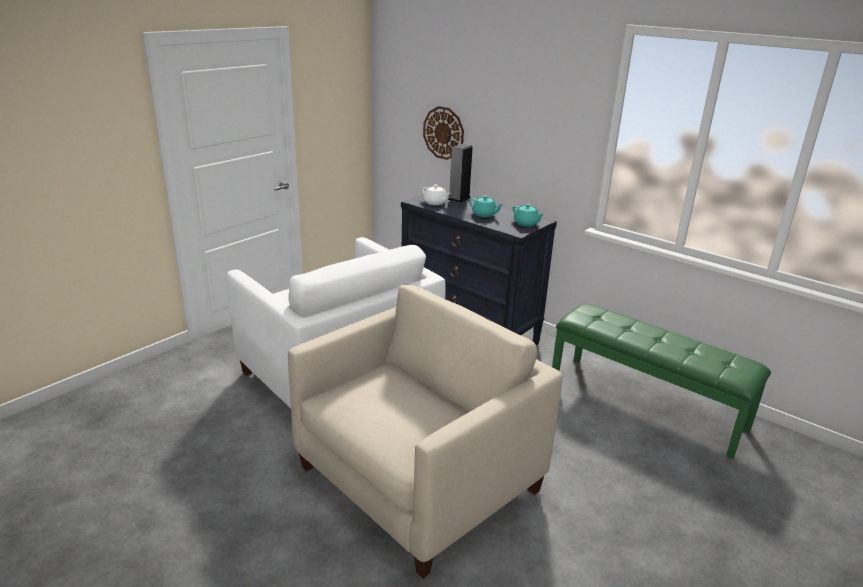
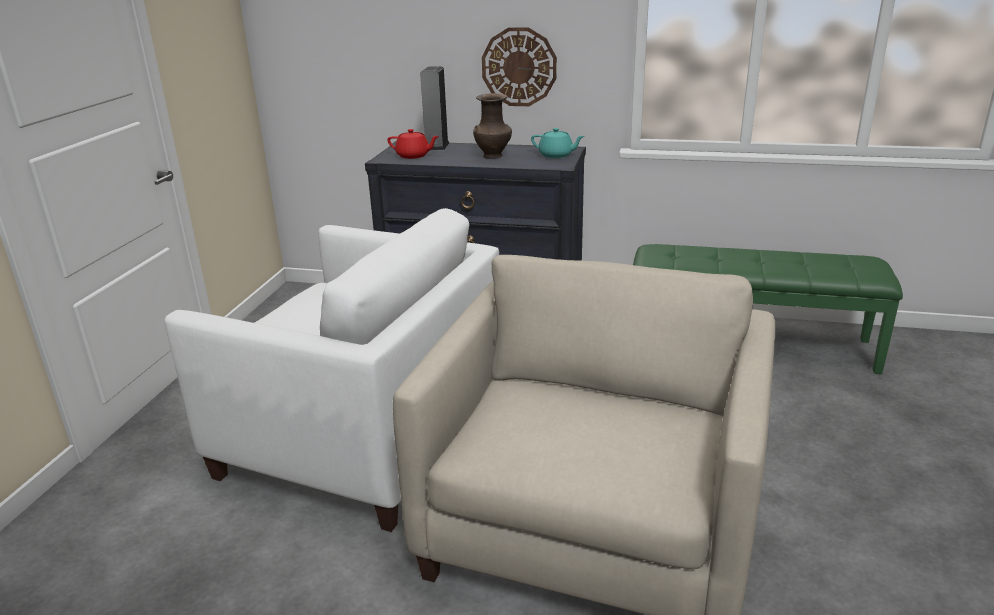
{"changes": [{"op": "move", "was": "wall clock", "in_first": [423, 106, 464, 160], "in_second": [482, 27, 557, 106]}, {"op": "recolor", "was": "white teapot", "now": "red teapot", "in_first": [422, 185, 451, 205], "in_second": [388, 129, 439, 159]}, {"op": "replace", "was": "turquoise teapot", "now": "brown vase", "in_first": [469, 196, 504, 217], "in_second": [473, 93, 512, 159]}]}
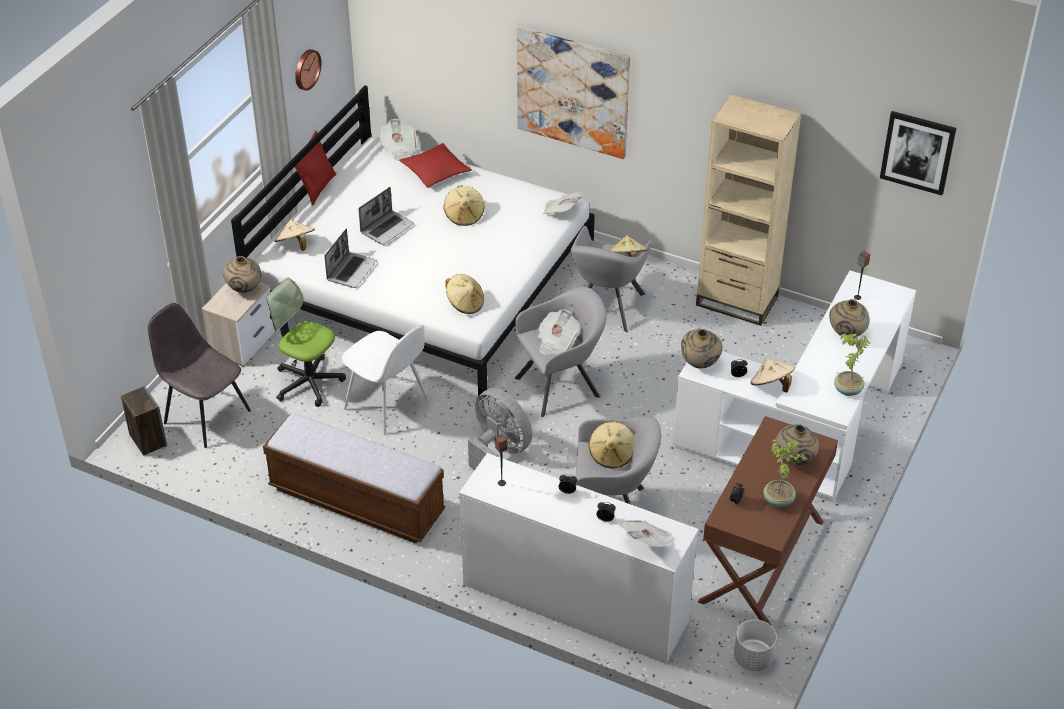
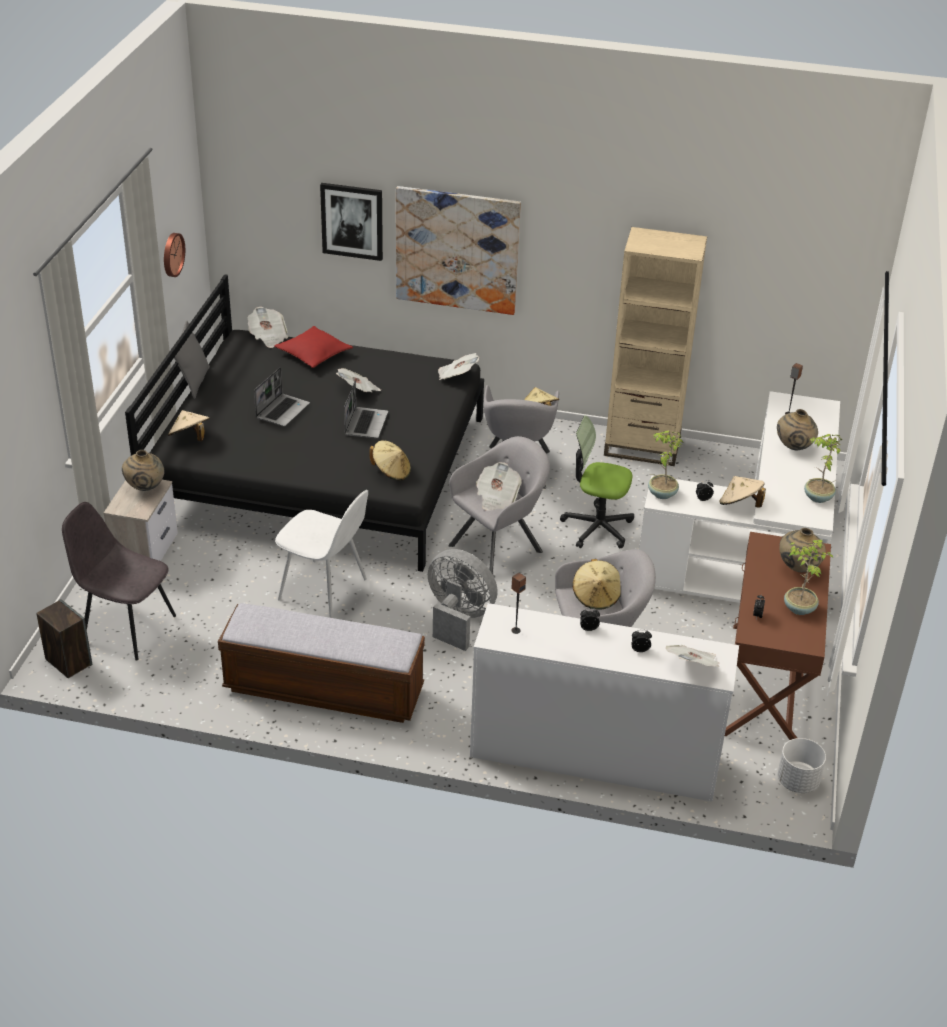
{"changes": [{"op": "recolor", "was": "white bed", "now": "black bed", "in_first": [231, 85, 595, 398], "in_second": [125, 274, 484, 572]}, {"op": "move", "was": "picture", "in_first": [880, 111, 956, 195], "in_second": [320, 183, 383, 261]}, {"op": "recolor", "was": "red pillow", "now": "grey pillow", "in_first": [295, 131, 336, 206], "in_second": [174, 321, 210, 399]}, {"op": "replace", "was": "beige hat", "now": "newspaper", "in_first": [443, 185, 484, 226], "in_second": [336, 368, 381, 393]}, {"op": "move", "was": "laptop", "in_first": [324, 228, 377, 288], "in_second": [344, 381, 388, 438]}, {"op": "move", "was": "office chair", "in_first": [267, 278, 346, 407], "in_second": [560, 416, 634, 548]}, {"op": "replace", "was": "beige vase", "now": "potted plant", "in_first": [681, 329, 722, 368], "in_second": [648, 430, 684, 499]}]}
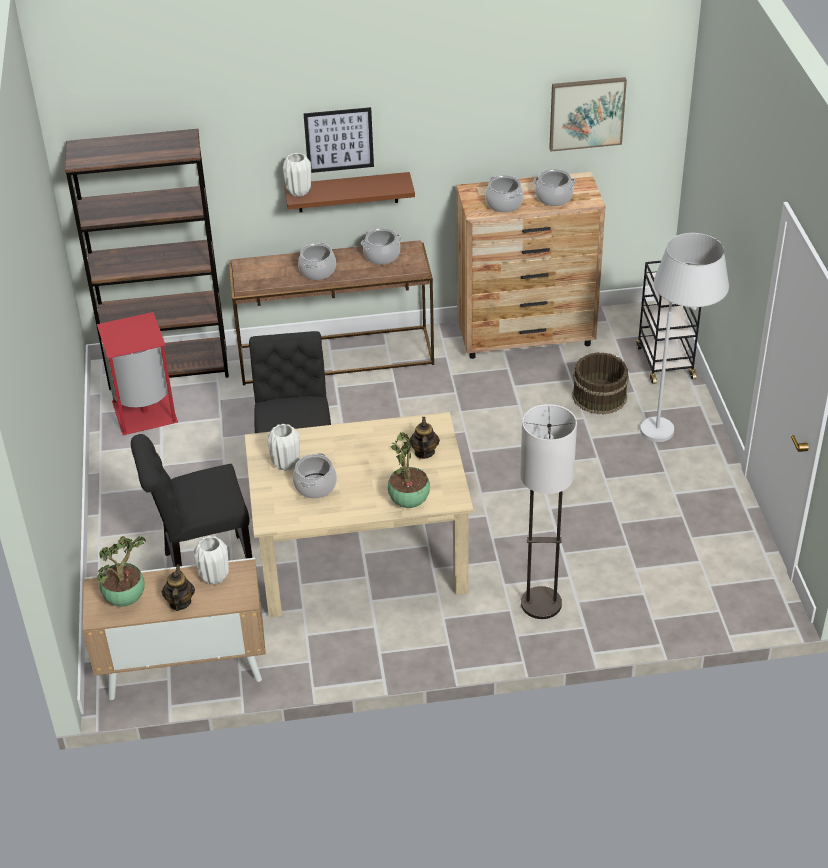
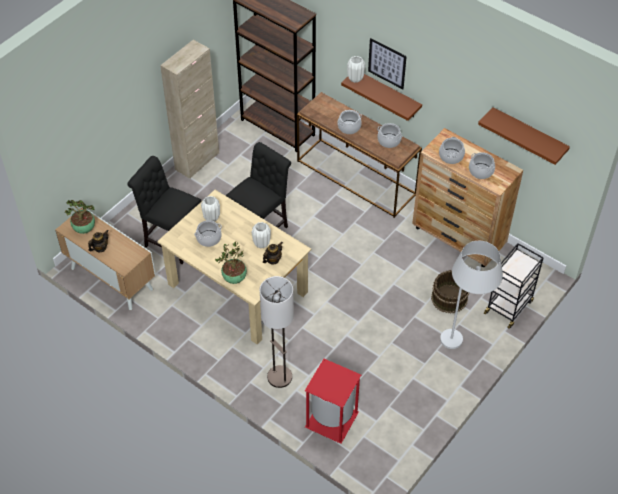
{"changes": [{"op": "replace", "was": "picture", "now": "brown shelf", "in_first": [549, 77, 627, 151], "in_second": [478, 107, 570, 165]}, {"op": "move", "was": "red trash can", "in_first": [97, 312, 178, 435], "in_second": [305, 359, 361, 444]}, {"op": "move", "was": "white vase", "in_first": [194, 536, 229, 585], "in_second": [252, 222, 271, 248]}, {"op": "insert", "now": "beige cabinet", "in_second": [160, 40, 219, 179]}]}
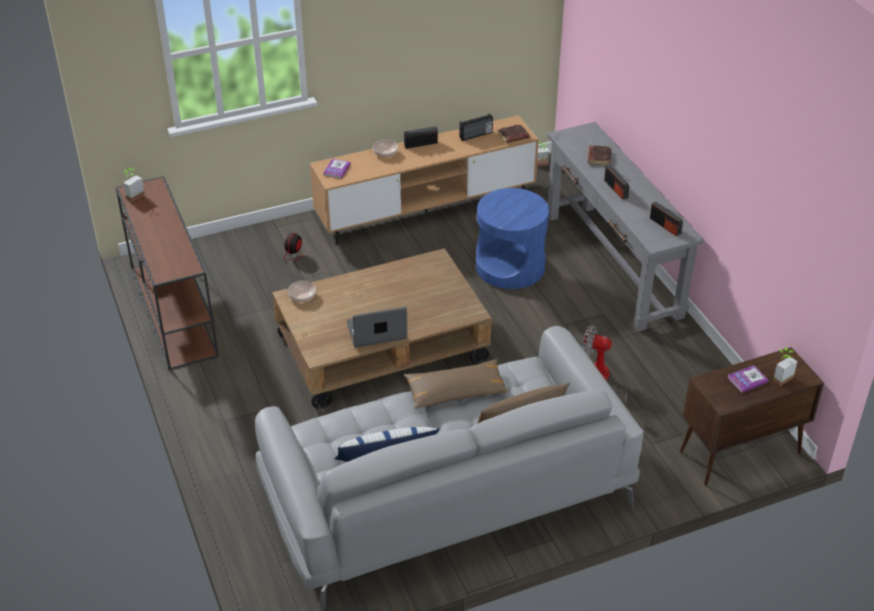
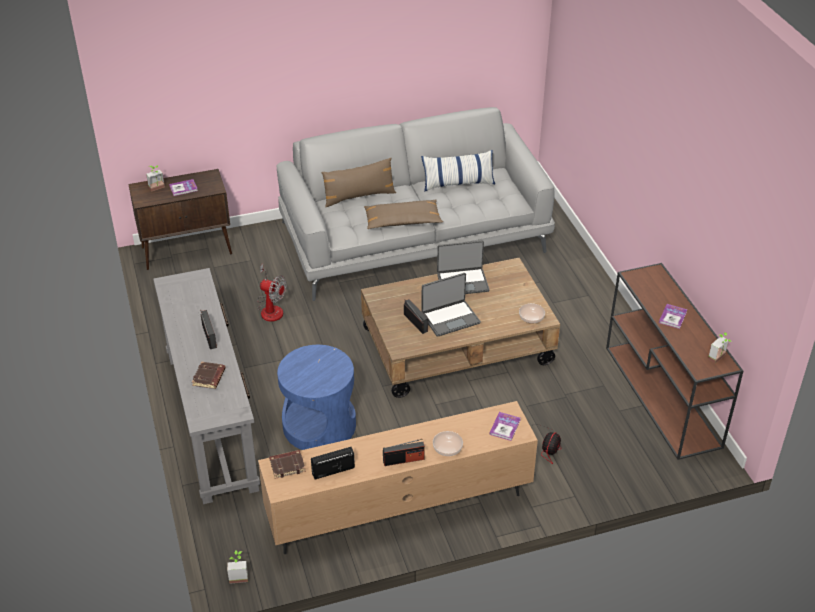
{"changes": [{"op": "move", "was": "radio", "in_first": [650, 202, 683, 236], "in_second": [404, 299, 428, 334]}, {"op": "insert", "now": "laptop", "in_second": [421, 273, 481, 337]}, {"op": "insert", "now": "book", "in_second": [659, 304, 688, 329]}]}
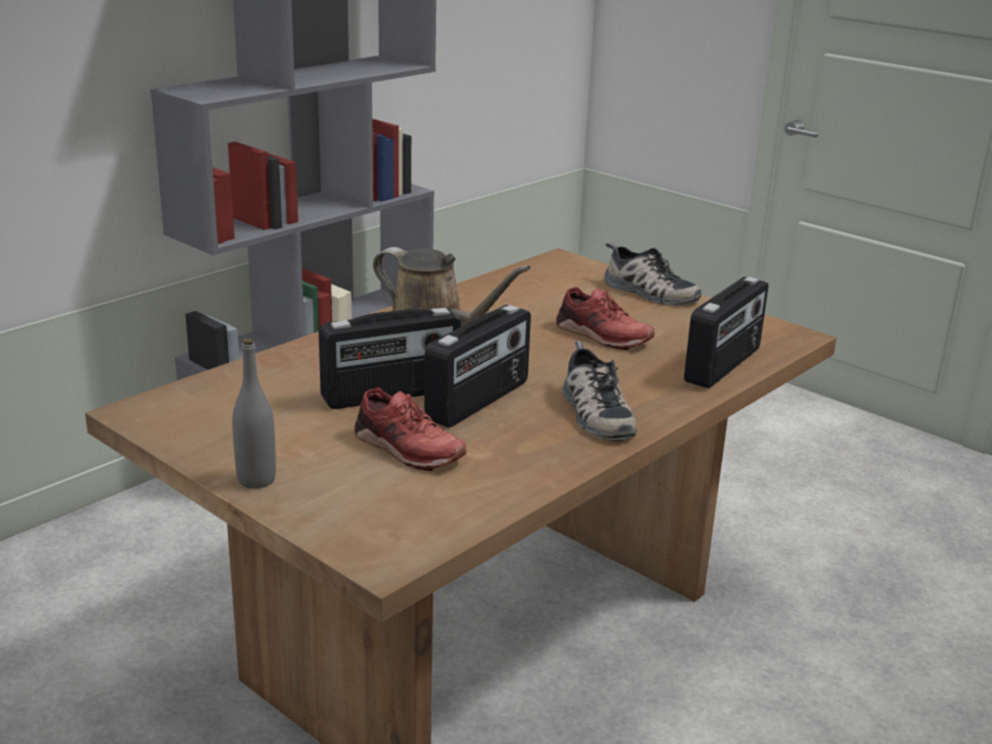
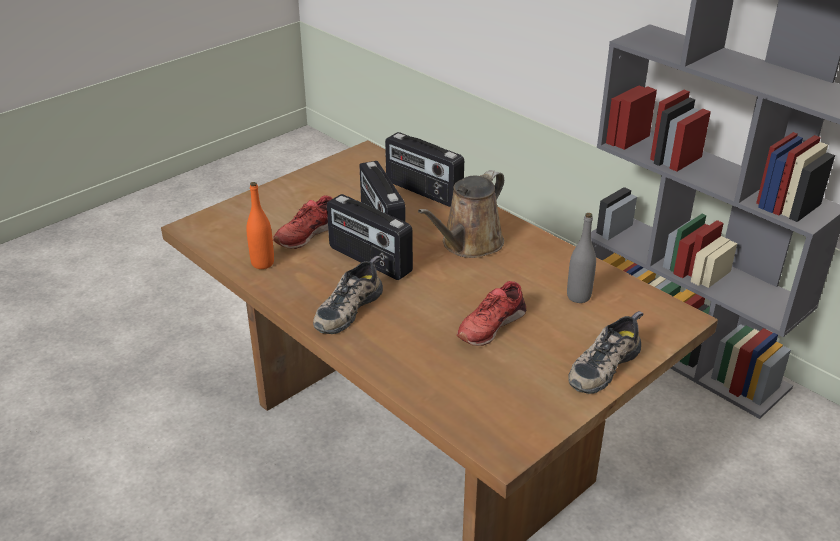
{"changes": [{"op": "move", "was": "radio", "in_first": [684, 277, 768, 388], "in_second": [385, 132, 464, 207]}, {"op": "move", "was": "grey bottle", "in_first": [232, 338, 276, 489], "in_second": [567, 213, 596, 303]}, {"op": "rotate", "was": "shoe", "in_first": [563, 341, 637, 441], "in_second": [313, 256, 383, 334], "clockwise": -45}, {"op": "insert", "now": "orange bottle", "in_second": [246, 182, 274, 269]}]}
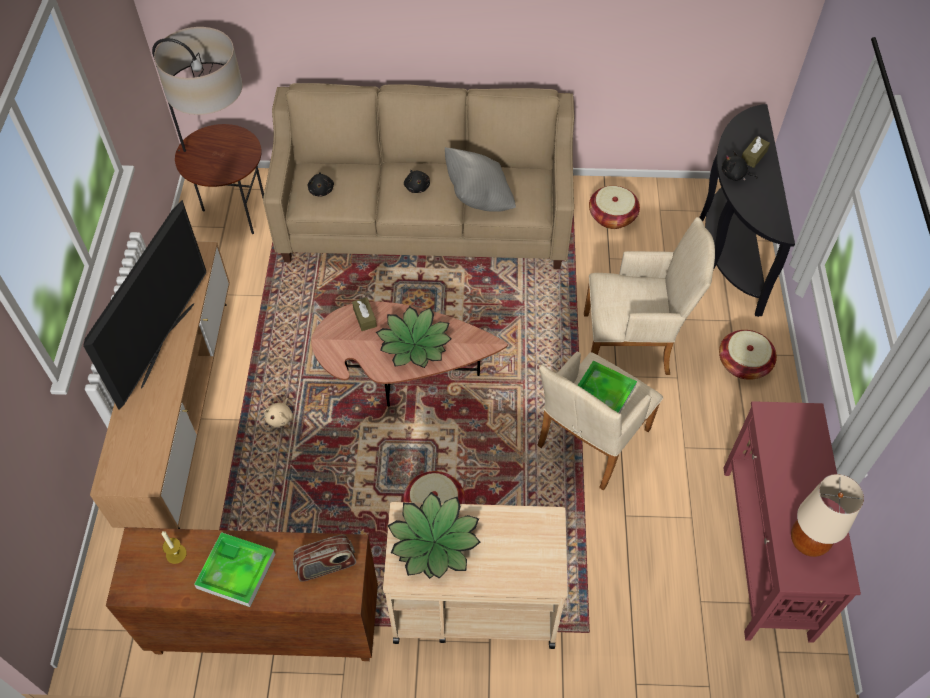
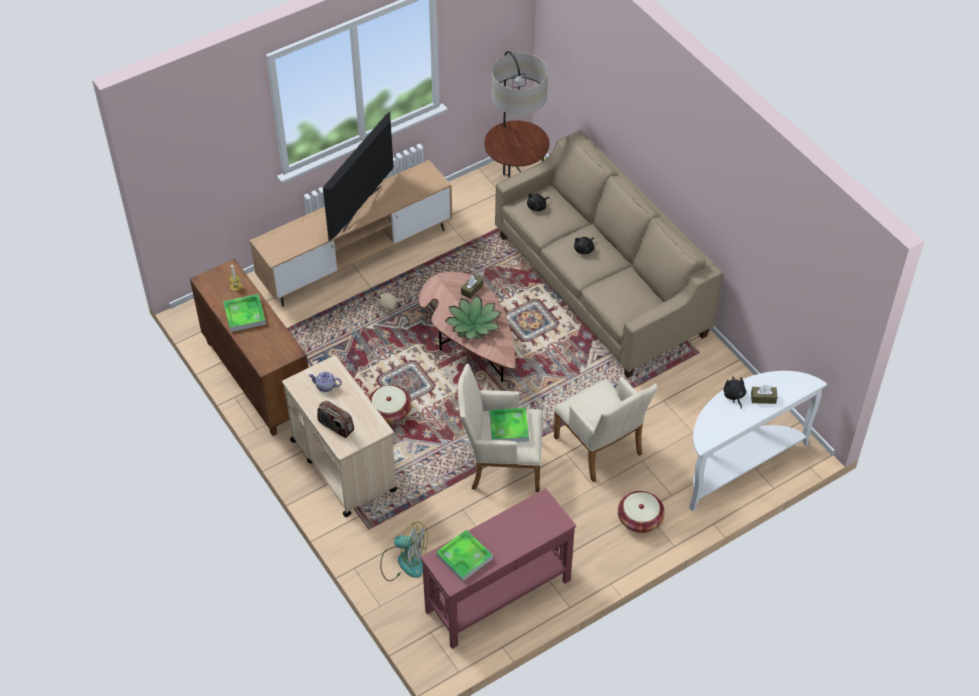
{"changes": [{"op": "recolor", "was": "black console table", "now": "white console table", "in_first": [699, 104, 795, 317], "in_second": [689, 371, 827, 512]}, {"op": "delete", "was": "grey pillow", "in_first": [445, 147, 516, 212]}, {"op": "delete", "was": "basket", "in_first": [589, 186, 640, 229]}, {"op": "rotate", "was": "television", "in_first": [83, 200, 206, 410], "in_second": [323, 112, 394, 241], "clockwise": 135}, {"op": "replace", "was": "beige table lamp", "now": "tray", "in_first": [791, 474, 864, 557], "in_second": [436, 529, 493, 582]}, {"op": "replace", "was": "potted plant", "now": "teapot", "in_first": [387, 492, 480, 579], "in_second": [309, 372, 342, 392]}, {"op": "move", "was": "radio", "in_first": [293, 534, 356, 582], "in_second": [317, 400, 354, 438]}, {"op": "insert", "now": "fan", "in_second": [380, 521, 428, 581]}]}
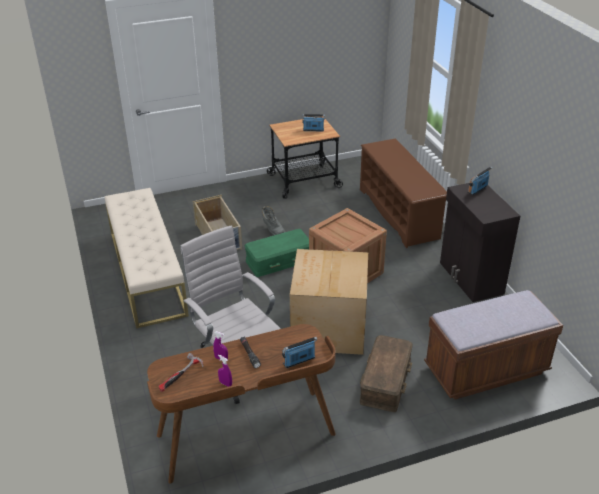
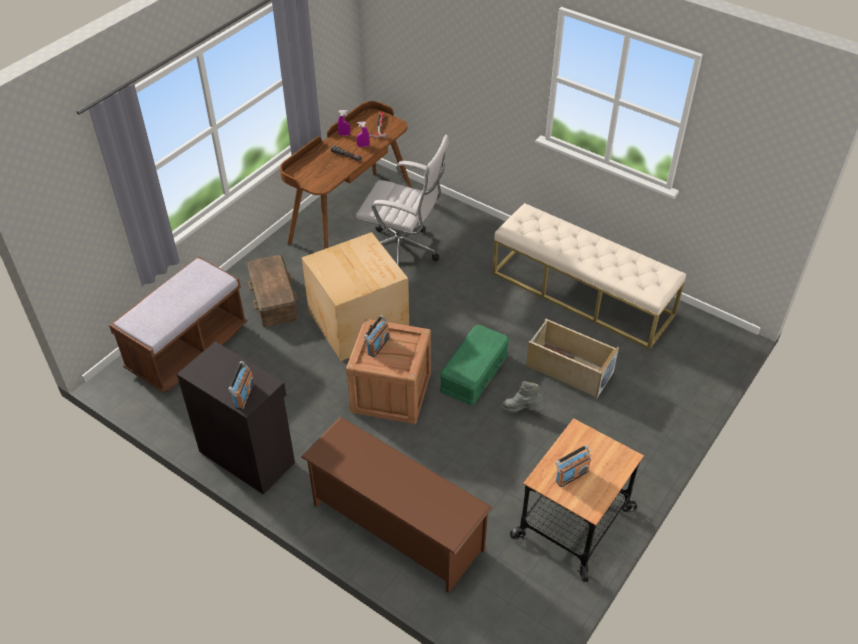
{"changes": [{"op": "move", "was": "radio", "in_first": [282, 337, 317, 368], "in_second": [364, 315, 390, 357]}]}
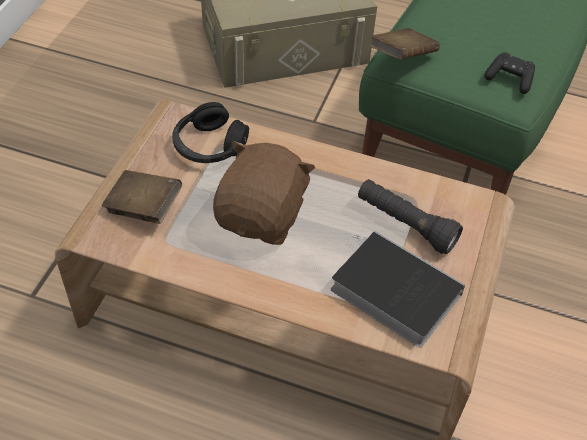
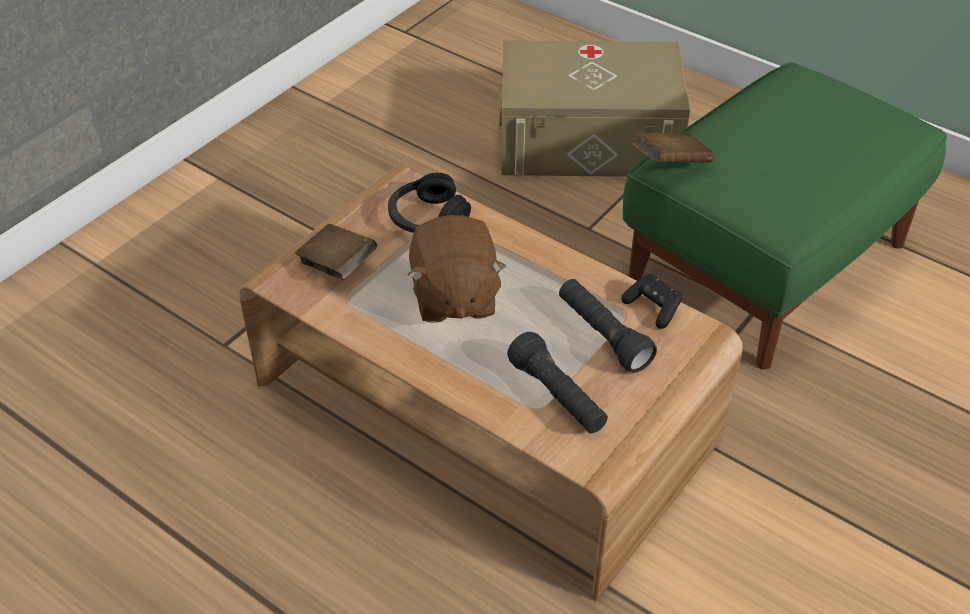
{"changes": [{"op": "move", "was": "black game controller", "in_first": [485, 52, 535, 94], "in_second": [621, 274, 682, 329]}, {"op": "rotate", "was": "brown plush toy", "in_first": [213, 141, 315, 245], "in_second": [408, 215, 507, 323], "clockwise": 135}, {"op": "replace", "was": "book", "now": "black flashlight", "in_first": [331, 231, 465, 348], "in_second": [507, 332, 608, 433]}]}
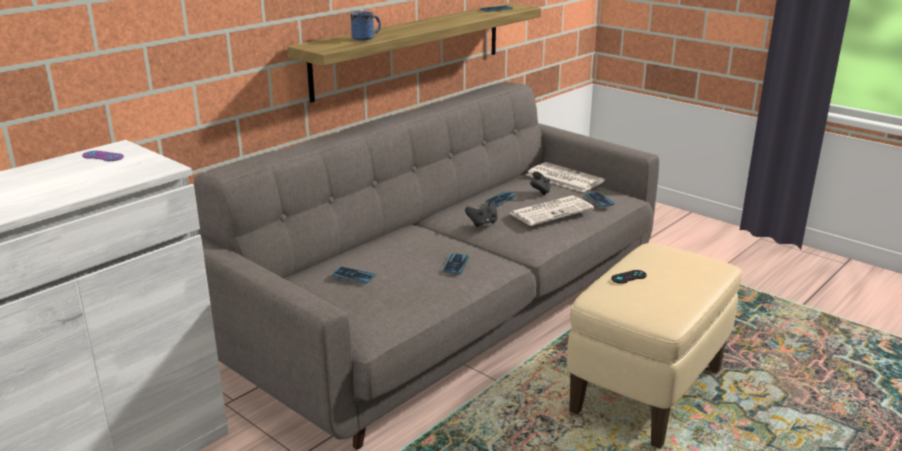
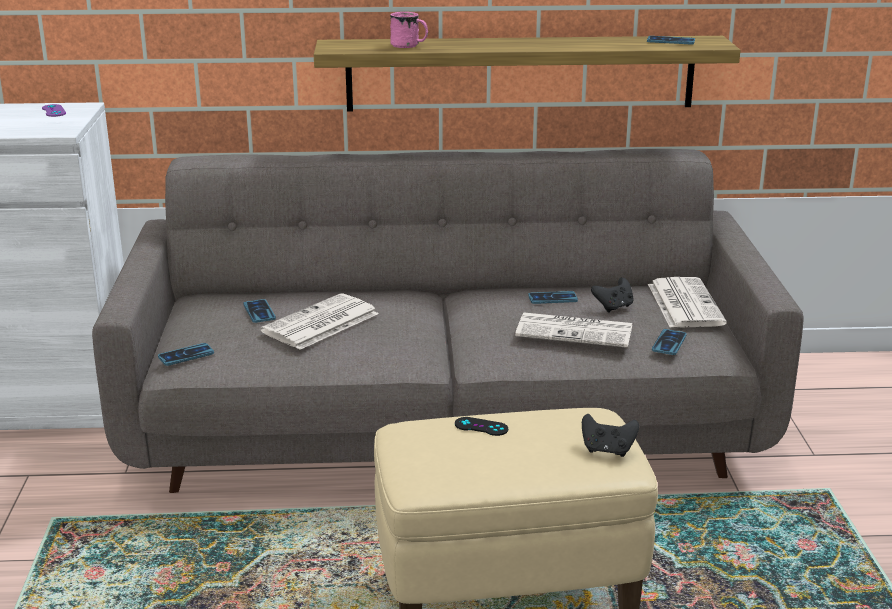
{"changes": [{"op": "recolor", "was": "blue mug", "now": "pink mug", "in_first": [351, 11, 381, 40], "in_second": [390, 12, 428, 48]}, {"op": "move", "was": "black game controller", "in_first": [465, 202, 497, 227], "in_second": [582, 414, 639, 457]}, {"op": "move", "was": "phone", "in_first": [442, 253, 469, 274], "in_second": [158, 343, 214, 366]}, {"op": "insert", "now": "newspaper", "in_second": [260, 293, 379, 350]}]}
